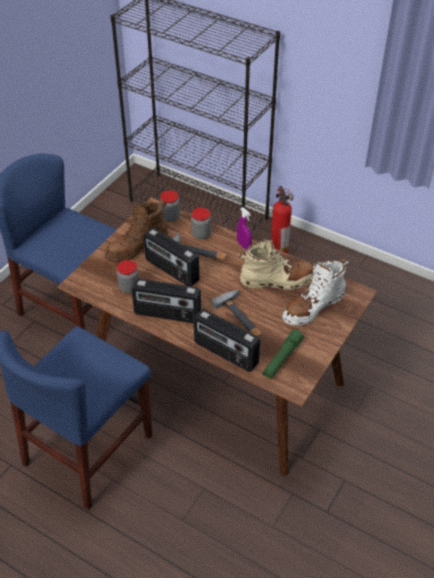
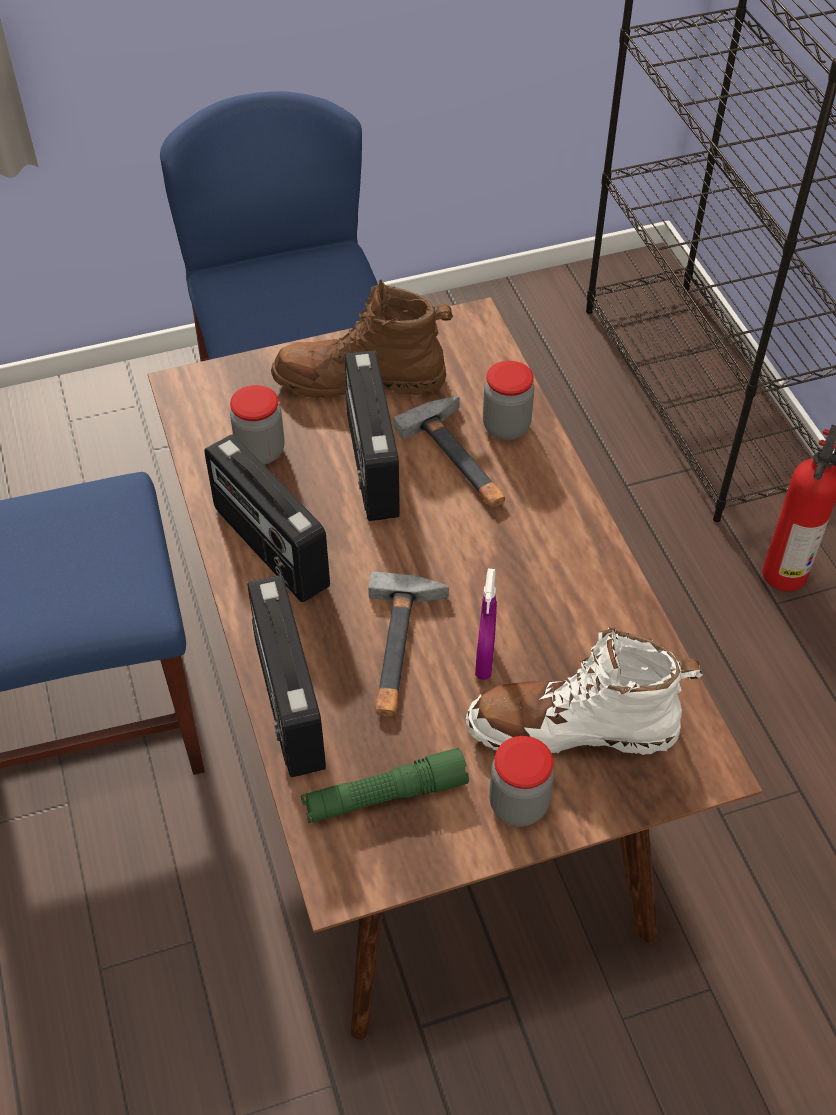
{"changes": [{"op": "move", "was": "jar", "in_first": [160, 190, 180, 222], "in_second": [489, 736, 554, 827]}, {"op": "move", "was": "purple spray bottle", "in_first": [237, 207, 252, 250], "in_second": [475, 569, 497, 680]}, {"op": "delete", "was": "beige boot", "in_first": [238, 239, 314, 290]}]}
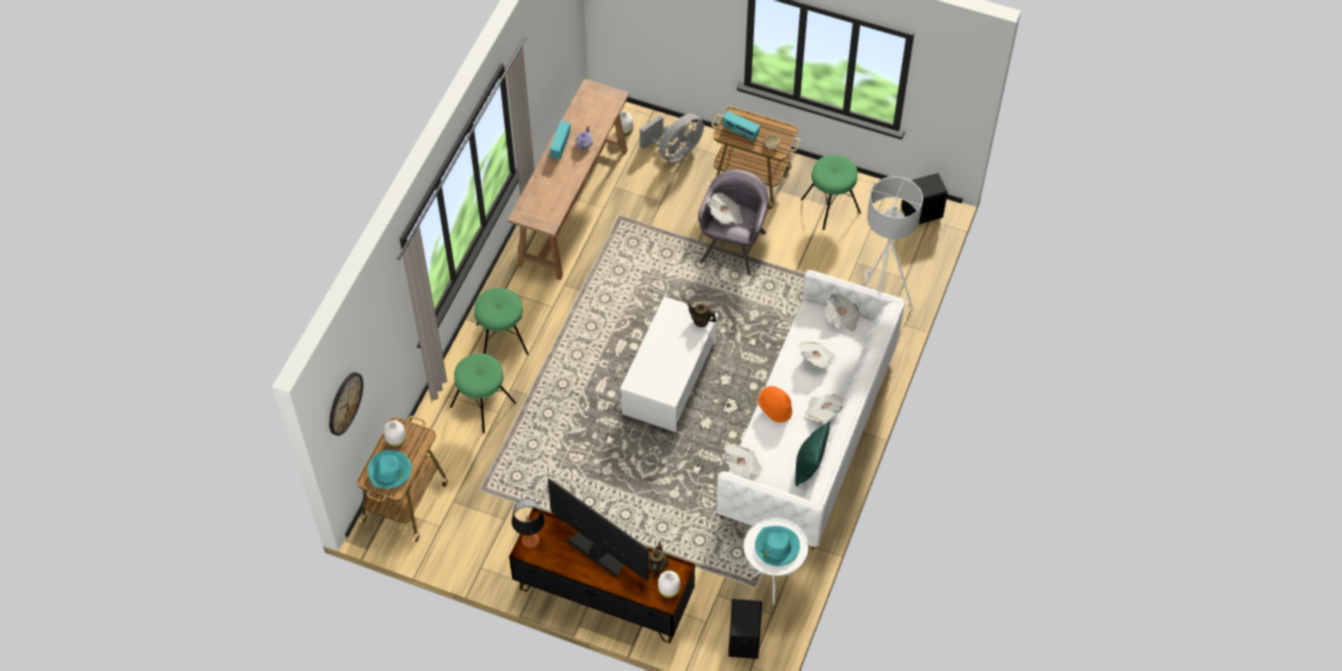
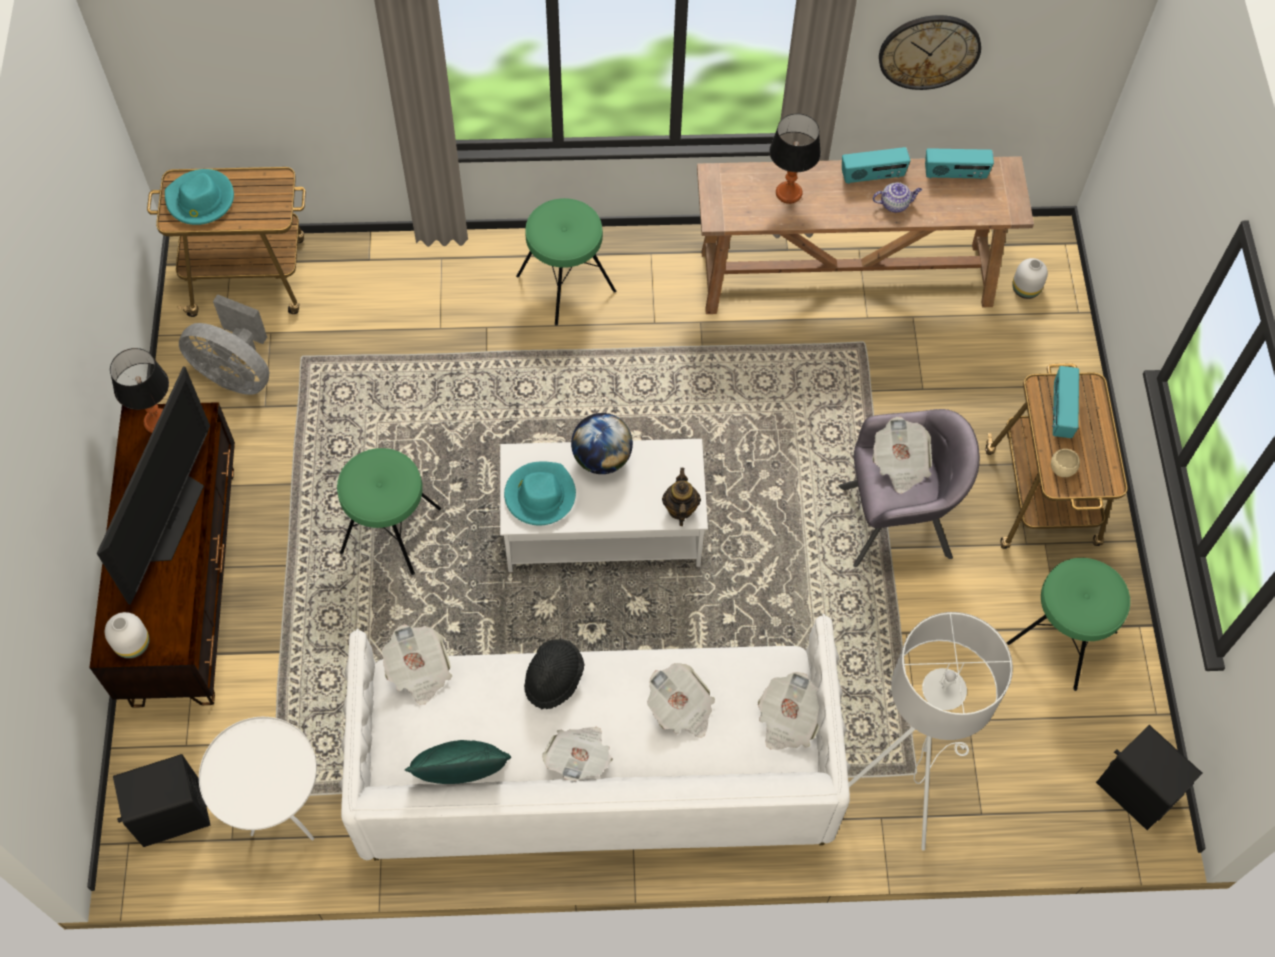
{"changes": [{"op": "move", "was": "grey fan", "in_first": [640, 114, 704, 162], "in_second": [179, 294, 269, 395]}, {"op": "move", "was": "green stool", "in_first": [450, 353, 516, 433], "in_second": [337, 448, 441, 575]}, {"op": "move", "was": "wall clock", "in_first": [329, 372, 363, 436], "in_second": [879, 15, 981, 90]}, {"op": "recolor", "was": "orange hat", "now": "black hat", "in_first": [758, 386, 792, 423], "in_second": [524, 639, 584, 710]}, {"op": "delete", "was": "white vase", "in_first": [383, 420, 406, 448]}, {"op": "move", "was": "turquoise hat", "in_first": [755, 526, 800, 566], "in_second": [504, 461, 576, 525]}, {"op": "delete", "was": "teapot", "in_first": [648, 541, 669, 578]}, {"op": "insert", "now": "table lamp", "in_second": [769, 113, 821, 204]}, {"op": "insert", "now": "radio", "in_second": [925, 148, 994, 179]}, {"op": "insert", "now": "globe", "in_second": [571, 413, 633, 474]}]}
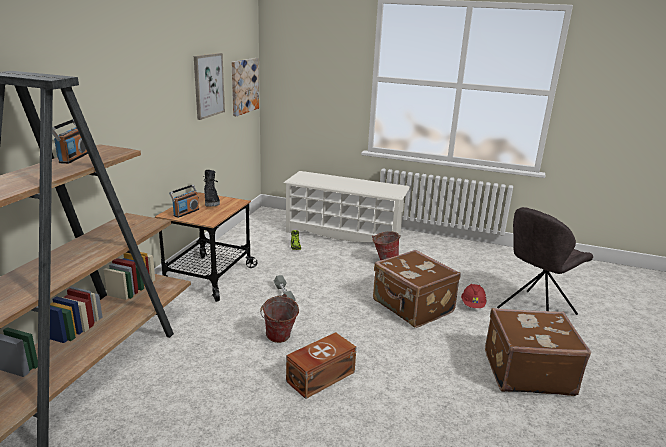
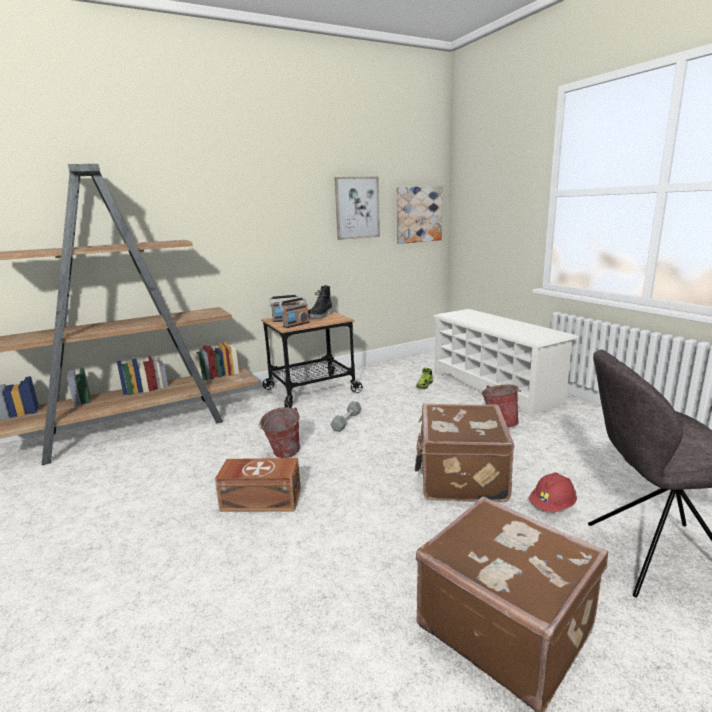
{"changes": [{"op": "move", "was": "radio", "in_first": [52, 119, 88, 164], "in_second": [279, 297, 309, 328]}]}
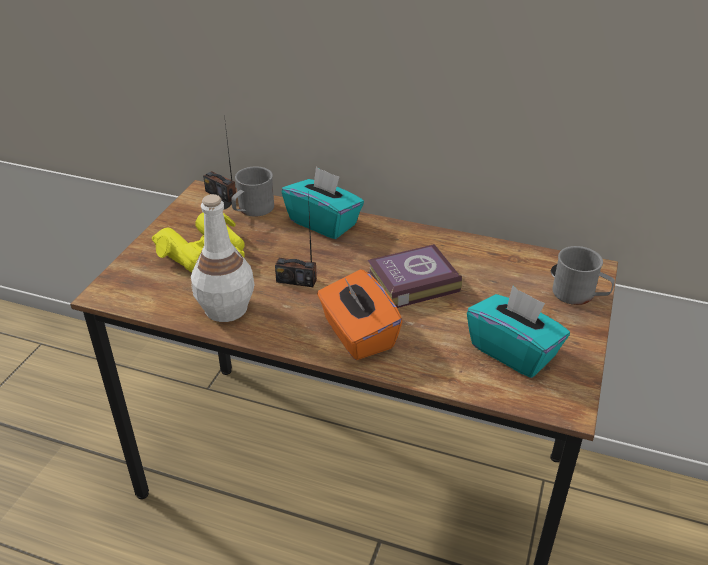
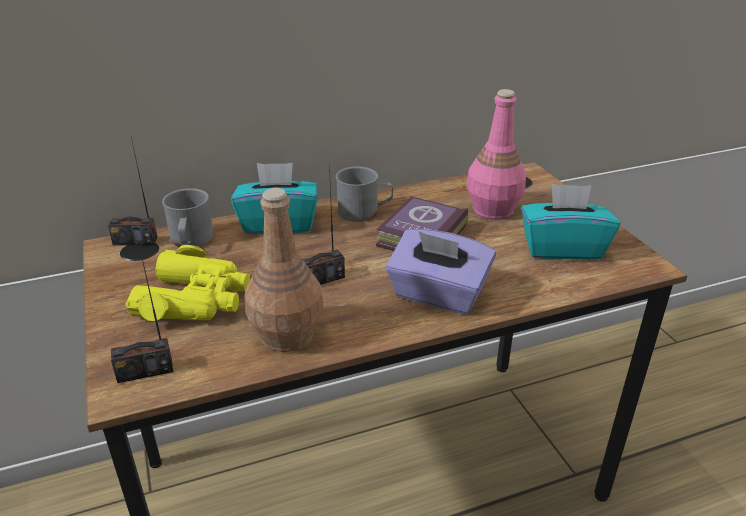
{"changes": [{"op": "recolor", "was": "white bottle", "now": "brown bottle", "in_first": [191, 194, 254, 322], "in_second": [244, 188, 323, 352]}, {"op": "move", "was": "grey mug", "in_first": [553, 246, 615, 305], "in_second": [336, 167, 393, 222]}, {"op": "recolor", "was": "orange tissue box", "now": "purple tissue box", "in_first": [317, 269, 403, 360], "in_second": [386, 229, 496, 314]}, {"op": "insert", "now": "pink bottle", "in_second": [466, 89, 526, 220]}, {"op": "insert", "now": "radio", "in_second": [111, 242, 173, 383]}]}
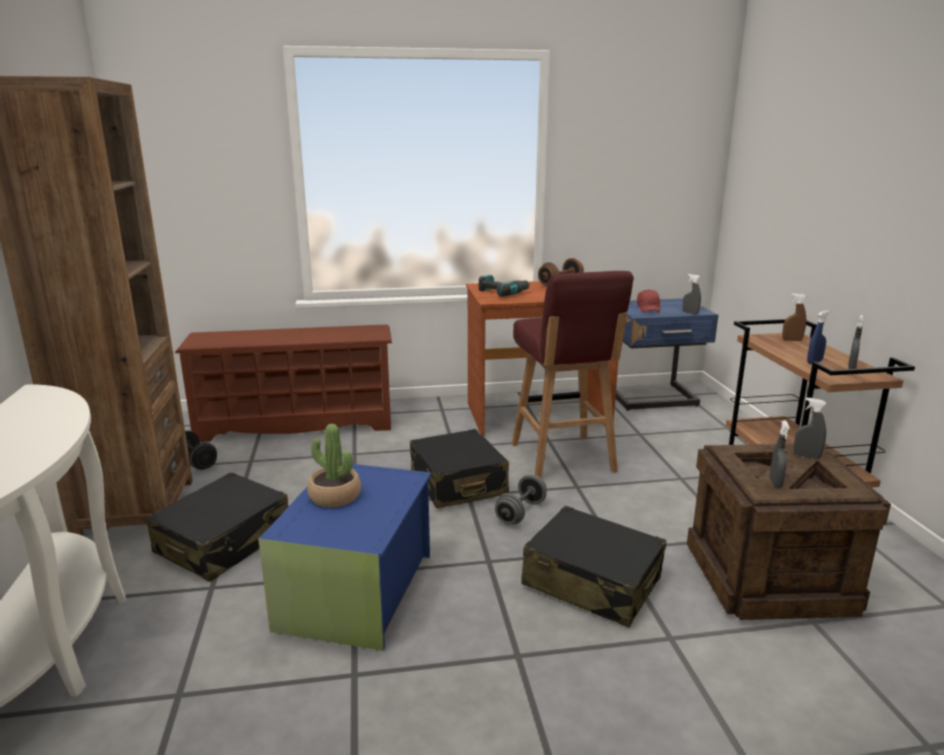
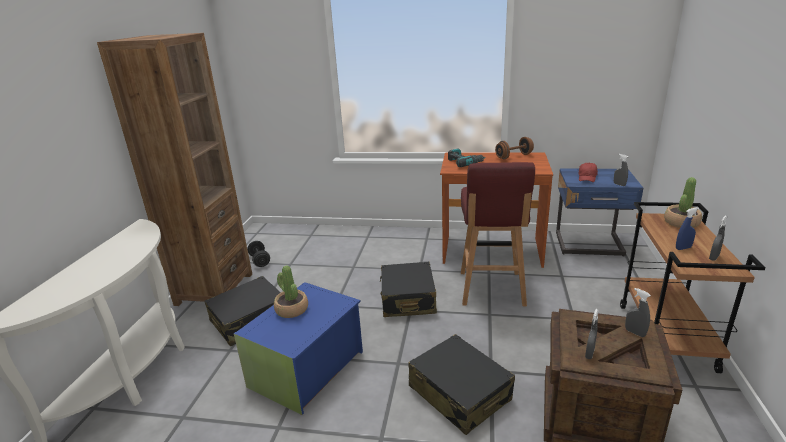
{"changes": [{"op": "replace", "was": "brown spray bottle", "now": "potted plant", "in_first": [782, 293, 807, 341], "in_second": [664, 177, 702, 228]}, {"op": "delete", "was": "brown shoe rack", "in_first": [175, 324, 392, 442]}, {"op": "delete", "was": "grey dumbbell", "in_first": [495, 475, 547, 524]}]}
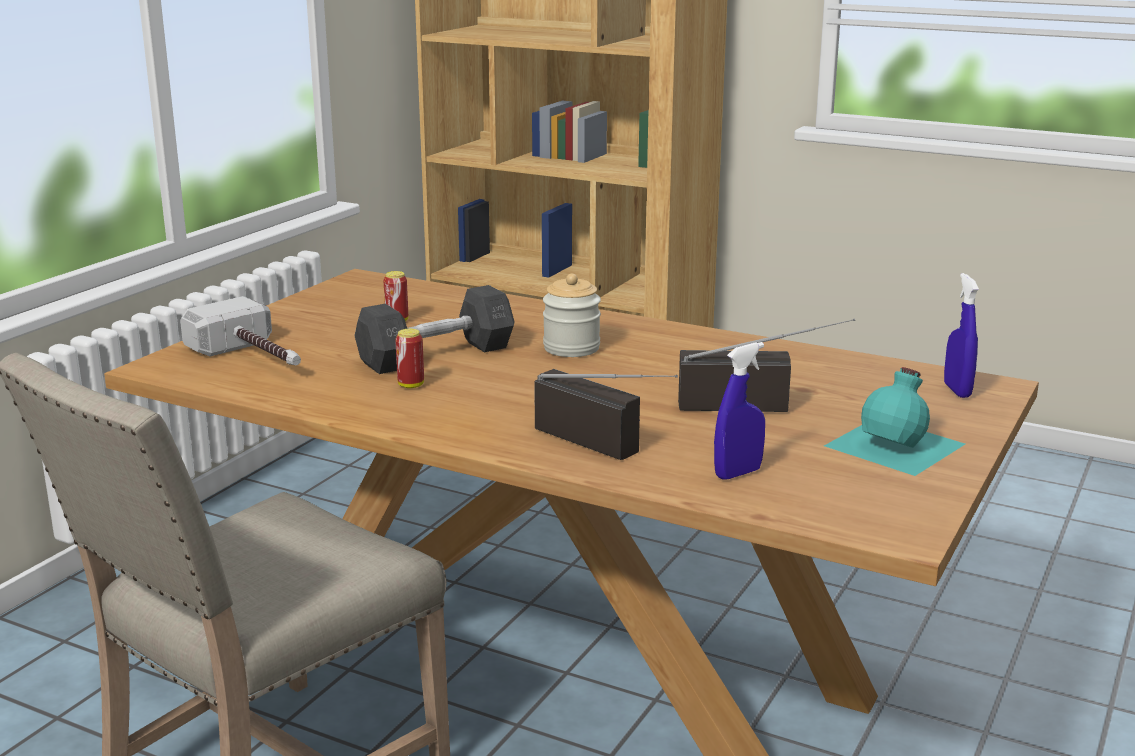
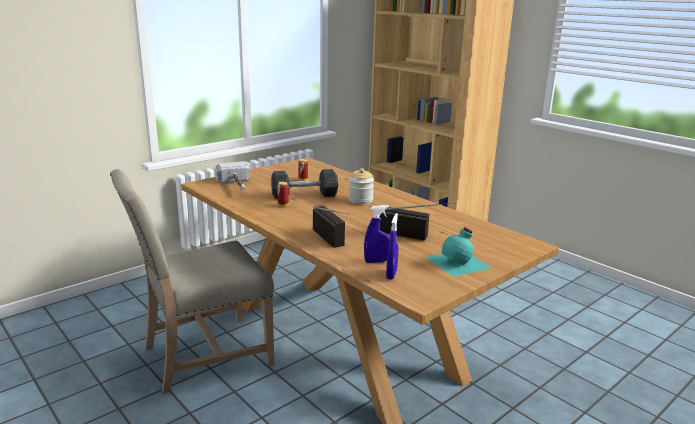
{"changes": [{"op": "move", "was": "blue spray bottle", "in_first": [944, 273, 979, 398], "in_second": [386, 213, 398, 280]}]}
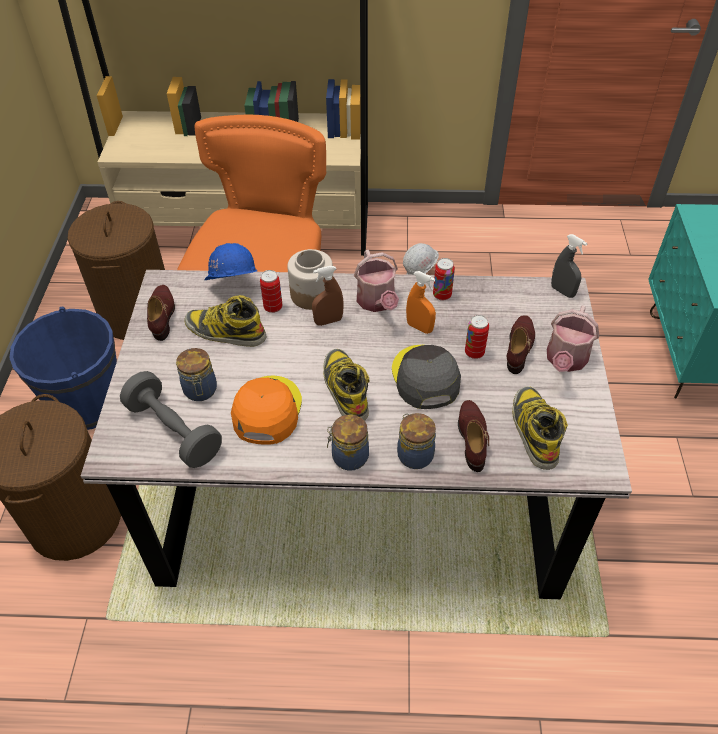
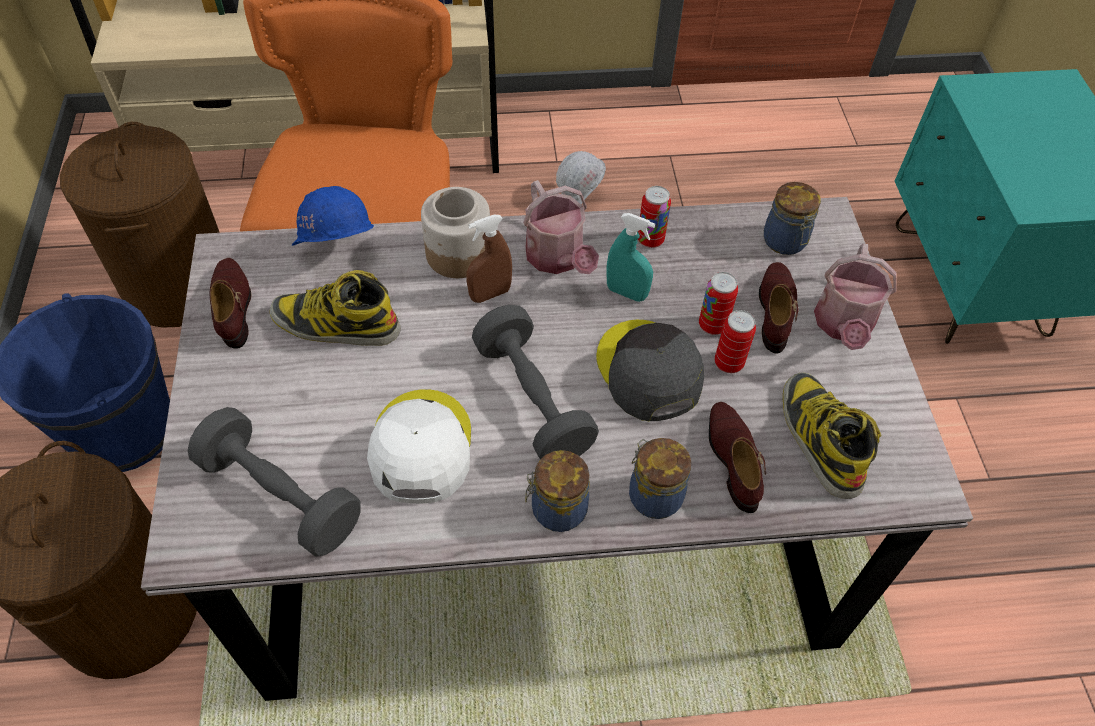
{"changes": [{"op": "delete", "was": "grey spray bottle", "in_first": [551, 234, 588, 298]}, {"op": "move", "was": "can", "in_first": [260, 270, 283, 313], "in_second": [715, 310, 756, 373]}, {"op": "recolor", "was": "orange spray bottle", "now": "turquoise spray bottle", "in_first": [406, 271, 436, 334], "in_second": [606, 213, 655, 302]}, {"op": "move", "was": "jar", "in_first": [176, 348, 217, 401], "in_second": [764, 182, 821, 255]}, {"op": "replace", "was": "boot", "now": "grey dumbbell", "in_first": [323, 349, 369, 421], "in_second": [472, 305, 599, 459]}, {"op": "recolor", "was": "orange cap", "now": "white cap", "in_first": [231, 376, 302, 445], "in_second": [367, 389, 471, 504]}]}
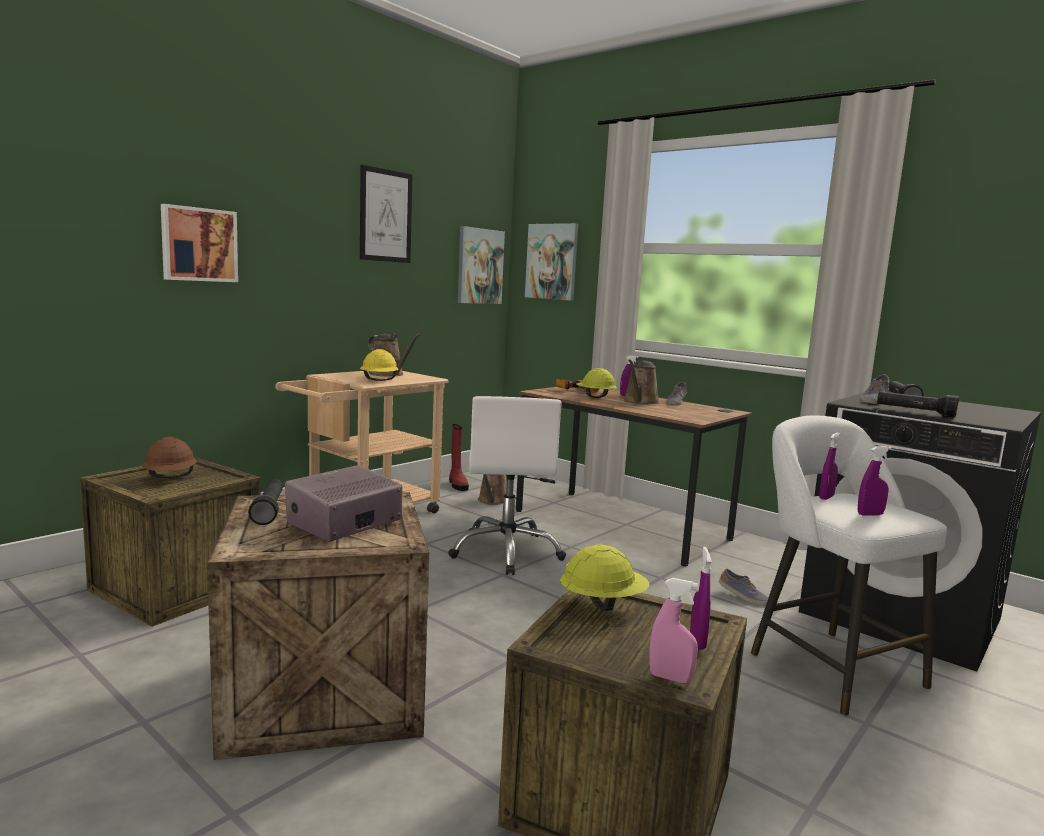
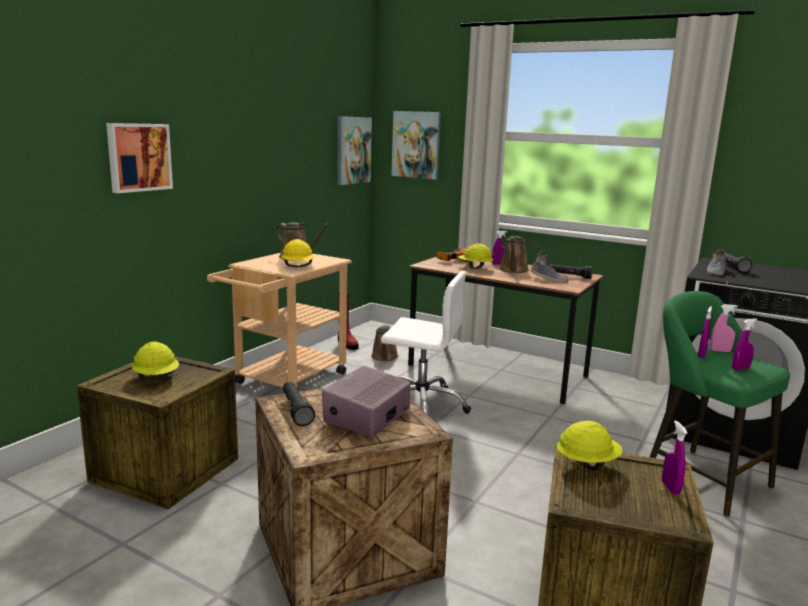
{"changes": [{"op": "delete", "was": "picture", "in_first": [360, 165, 412, 263]}, {"op": "move", "was": "black flashlight", "in_first": [877, 391, 959, 418], "in_second": [550, 264, 593, 279]}, {"op": "rotate", "was": "white office chair", "in_first": [448, 396, 566, 575], "in_second": [381, 271, 471, 415], "clockwise": -60}, {"op": "recolor", "was": "white stool", "now": "green stool", "in_first": [751, 415, 947, 717], "in_second": [650, 291, 790, 517]}, {"op": "recolor", "was": "brown hard hat", "now": "yellow hard hat", "in_first": [141, 437, 197, 478], "in_second": [132, 342, 179, 379]}, {"op": "move", "was": "shoe", "in_first": [719, 568, 768, 606], "in_second": [531, 261, 568, 283]}, {"op": "move", "was": "pink spray bottle", "in_first": [649, 578, 699, 683], "in_second": [710, 304, 738, 352]}]}
